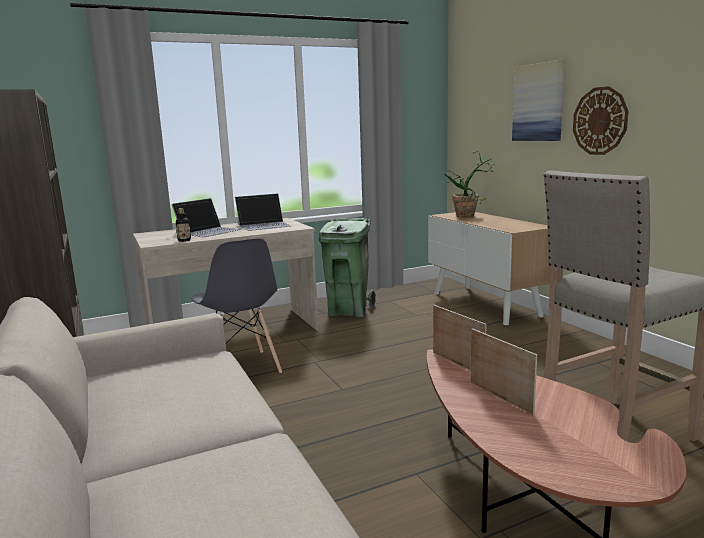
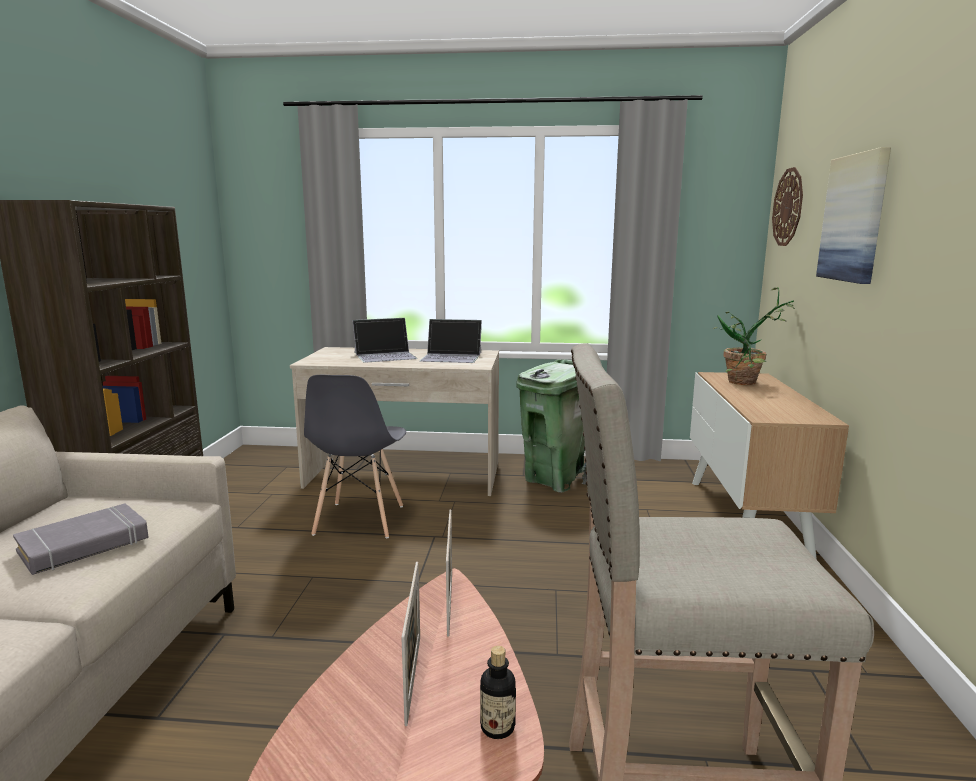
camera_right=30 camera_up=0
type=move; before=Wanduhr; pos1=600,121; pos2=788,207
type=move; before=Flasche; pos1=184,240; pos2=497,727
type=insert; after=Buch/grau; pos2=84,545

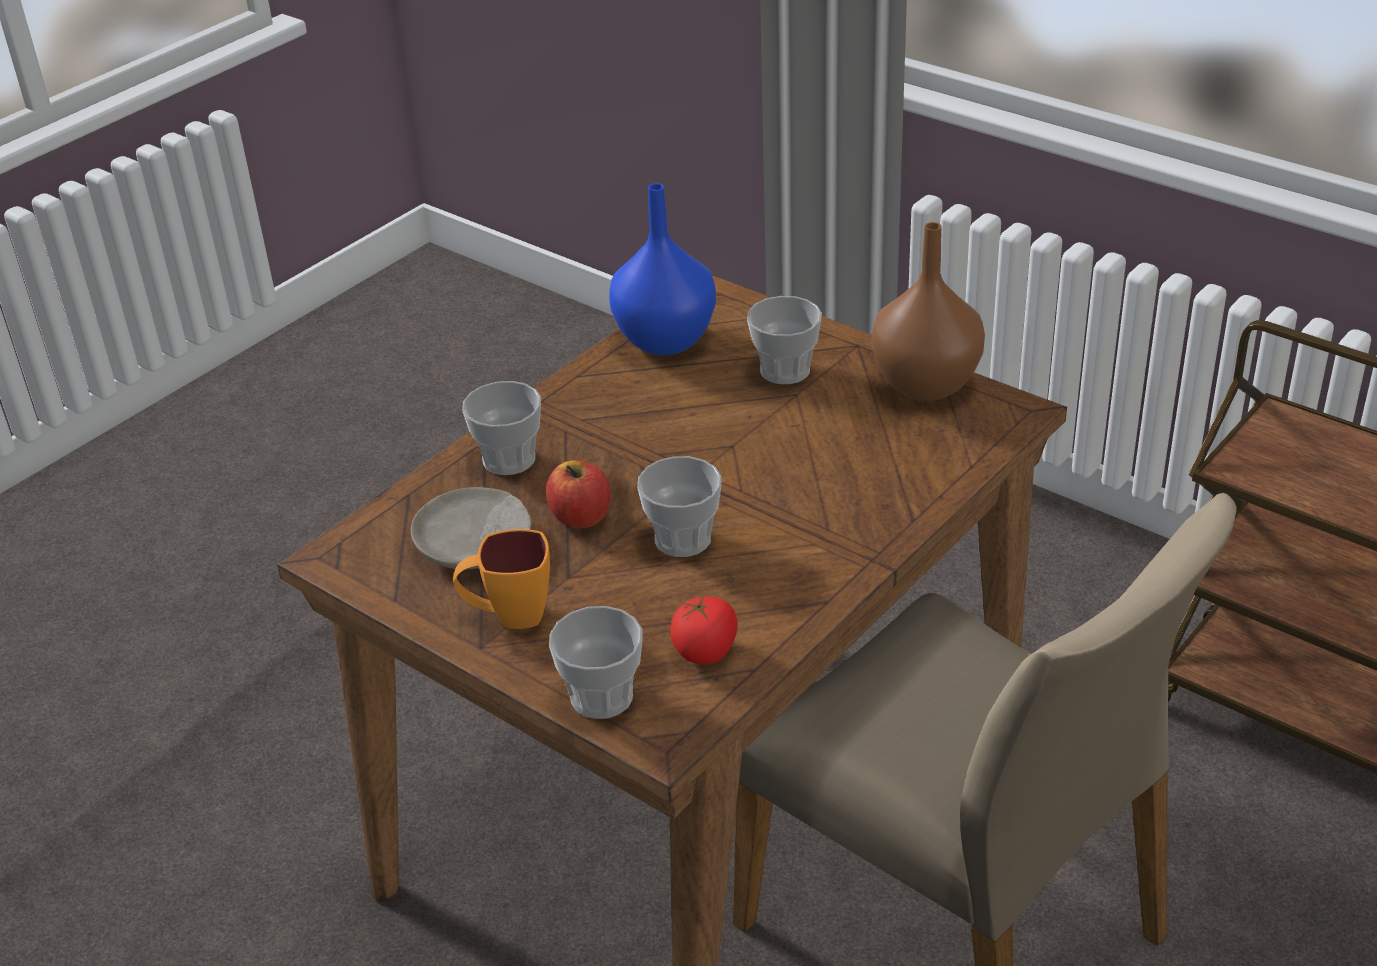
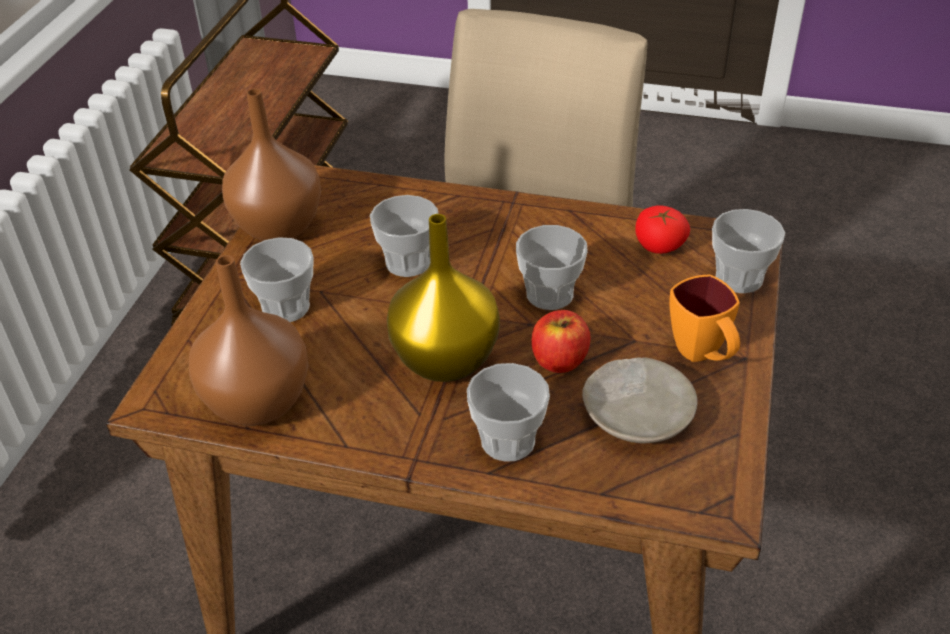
camera_right=-115 camera_up=5
type=recolor; before=Vase/blau; after=Vase/braun; pos1=665,339; pos2=255,403
type=insert; after=Tasse; pos2=408,262
type=insert; after=Vase/gelb; pos2=443,361

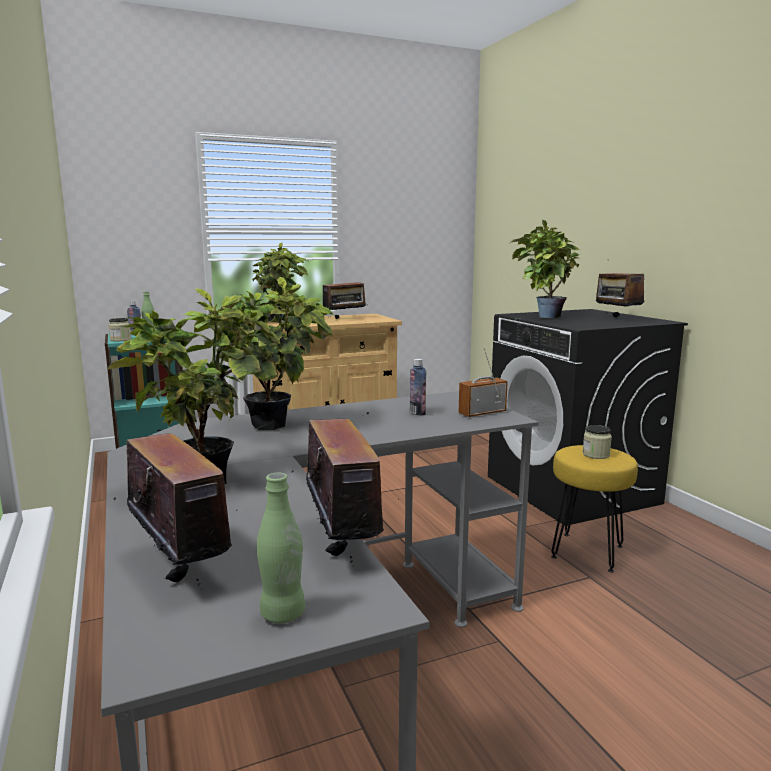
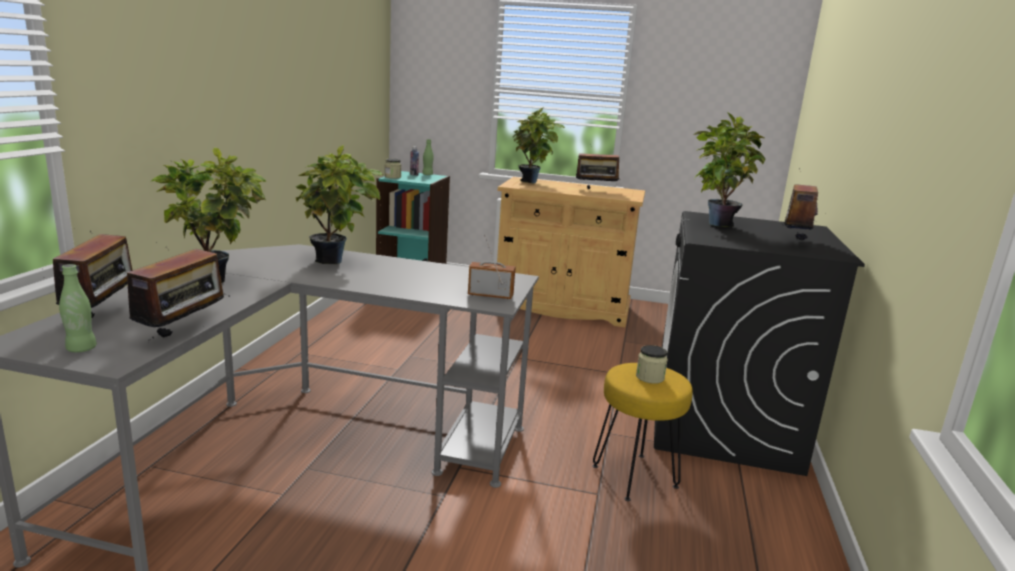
camera_right=35 camera_up=5
type=delete; before=Flasche; pos1=417,413

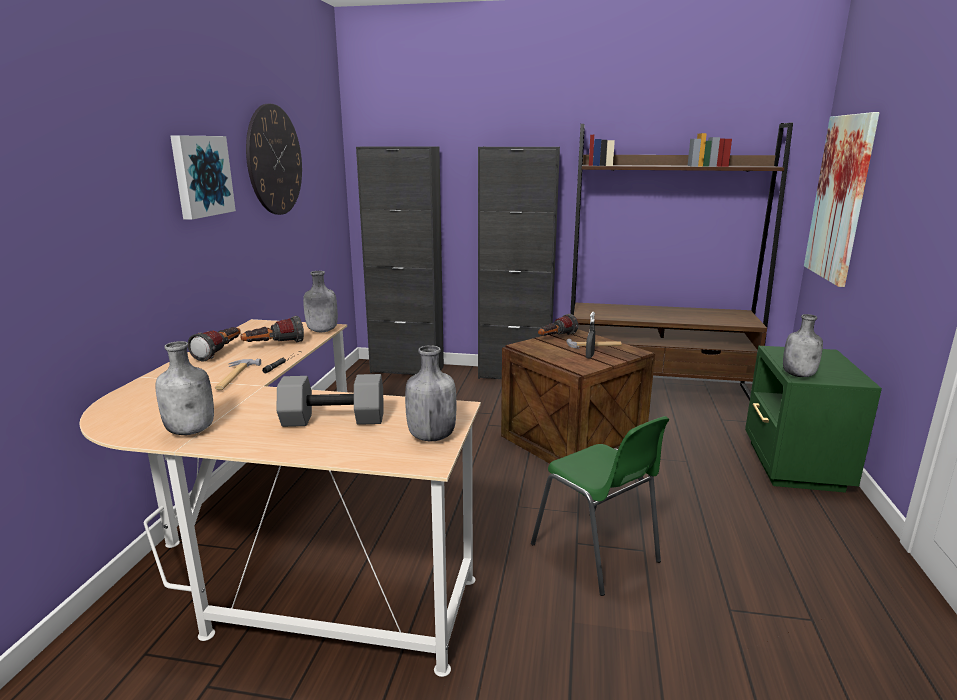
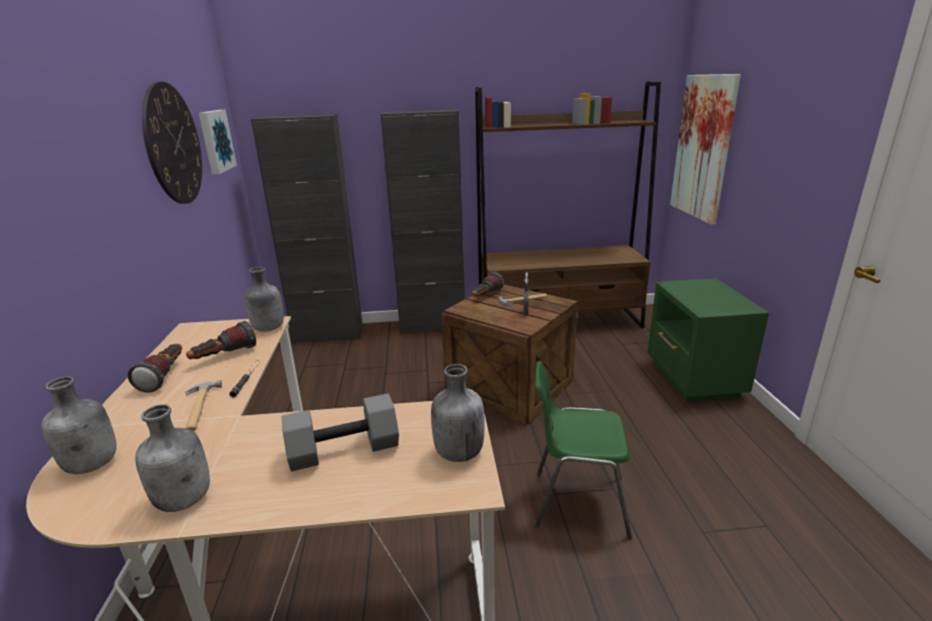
camera_right=-15 camera_up=5
type=move; before=Bild; pos1=201,176; pos2=215,141
type=move; before=Flasche/grau; pos1=799,375; pos2=94,464
type=rotate; before=Stuhl/grün; pos1=597,554; pos2=577,502; turn=150

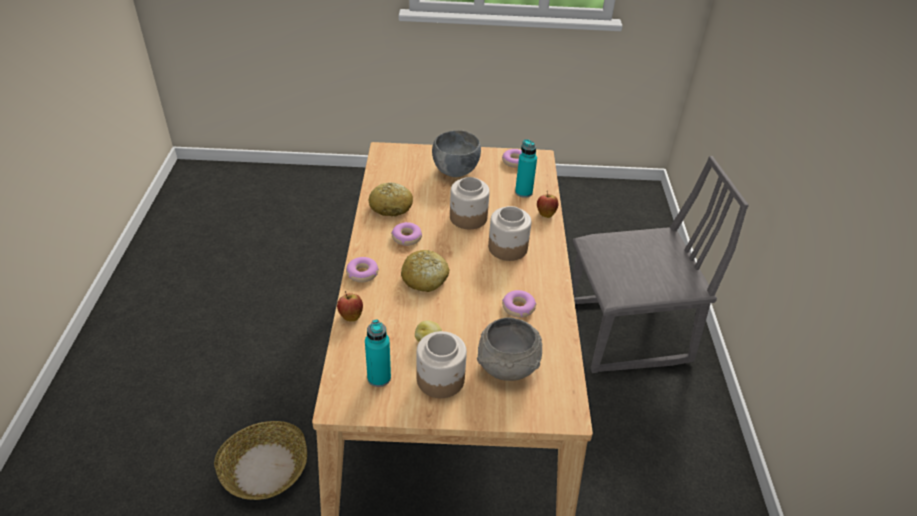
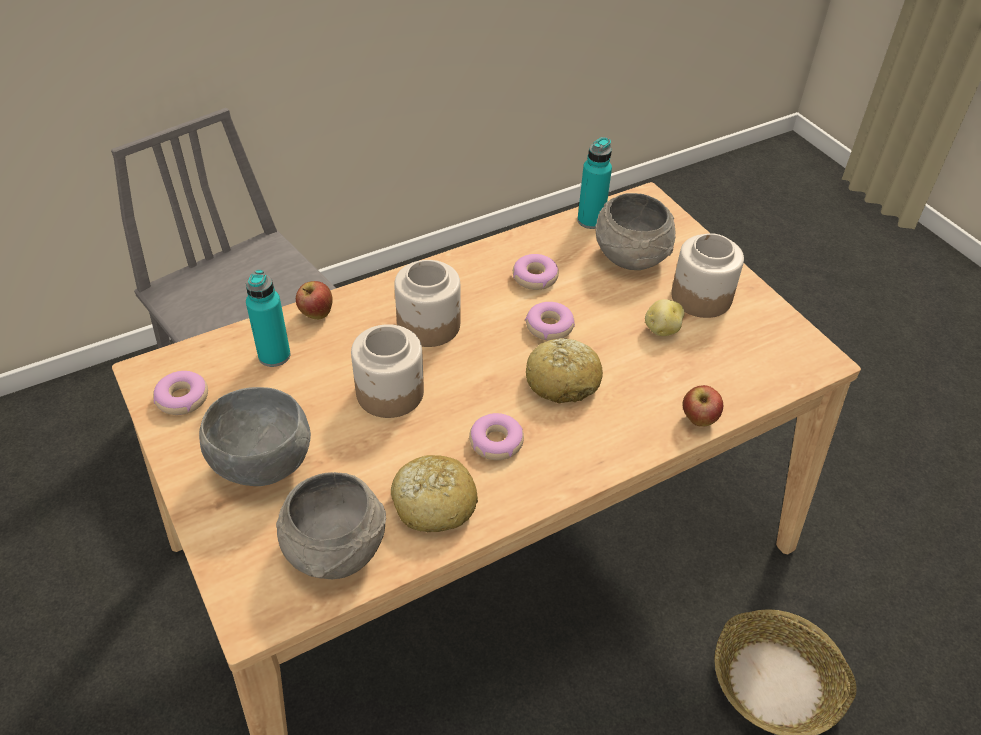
camera_right=-120 camera_up=5
type=move; before=Donut; pos1=362,273; pos2=549,326
type=move; before=Flasche/türkis; pos1=379,377; pos2=590,220
type=insert; after=Schüssel/grau; pos2=335,550

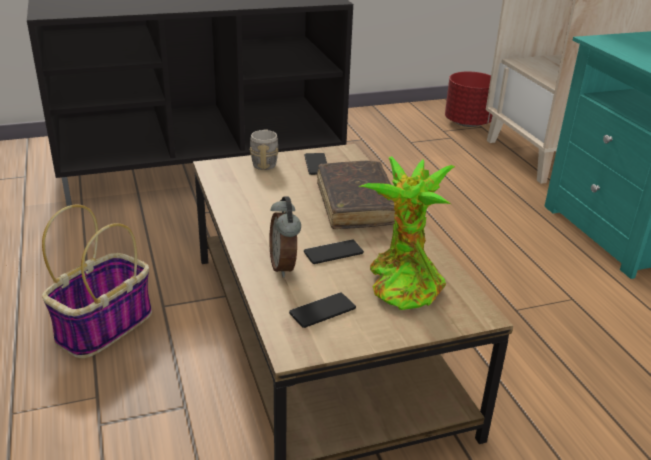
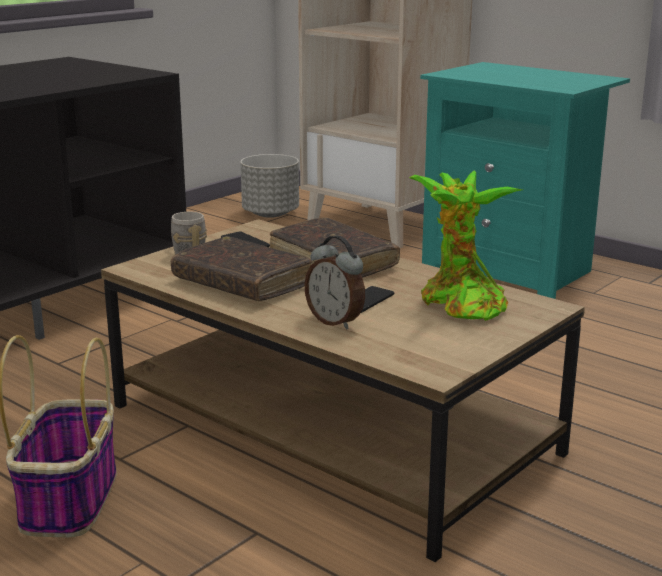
camera_right=-30 camera_up=-10
type=recolor; before=Pflanzkübel/rot; after=Pflanzkübel/grau; pos1=468,123; pos2=271,214
type=delete; before=Handy; pos1=322,311
type=insert; after=Buch/braun; pos2=242,283

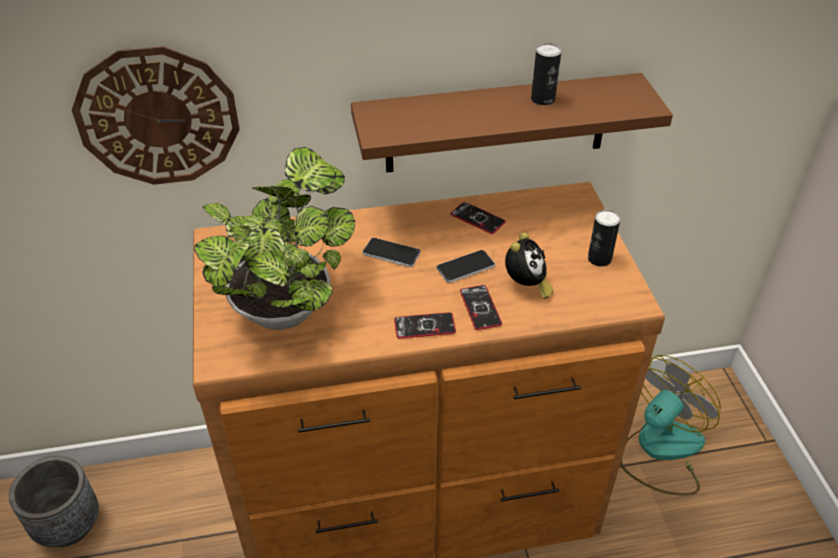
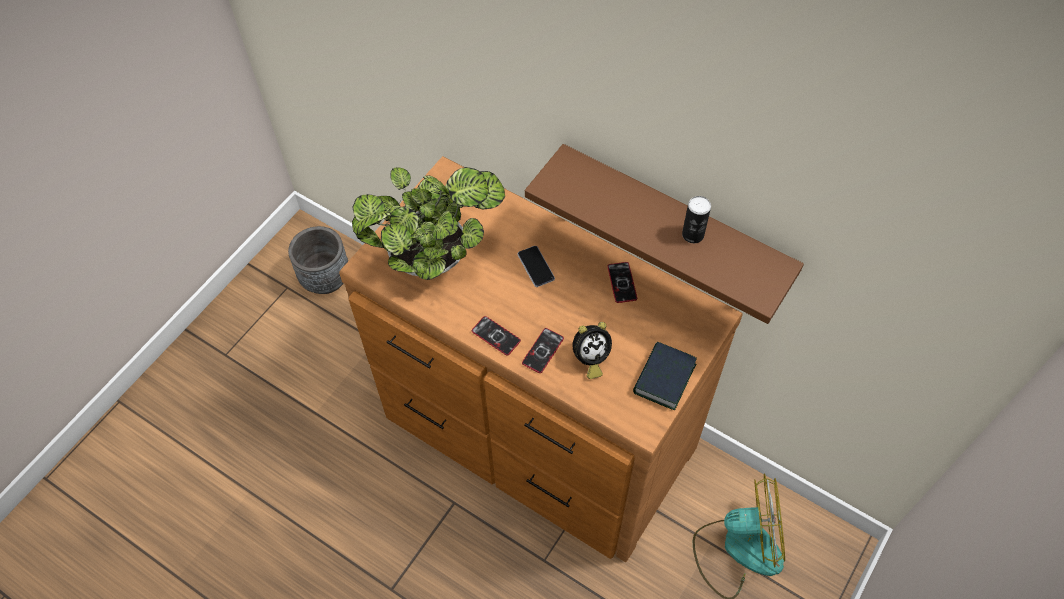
camera_right=45 camera_up=15
type=delete; before=Wanduhr; pos1=158,117
type=replace; before=Dose; after=Buch; pos1=599,259; pos2=664,379
type=delete; before=Handy; pos1=465,267

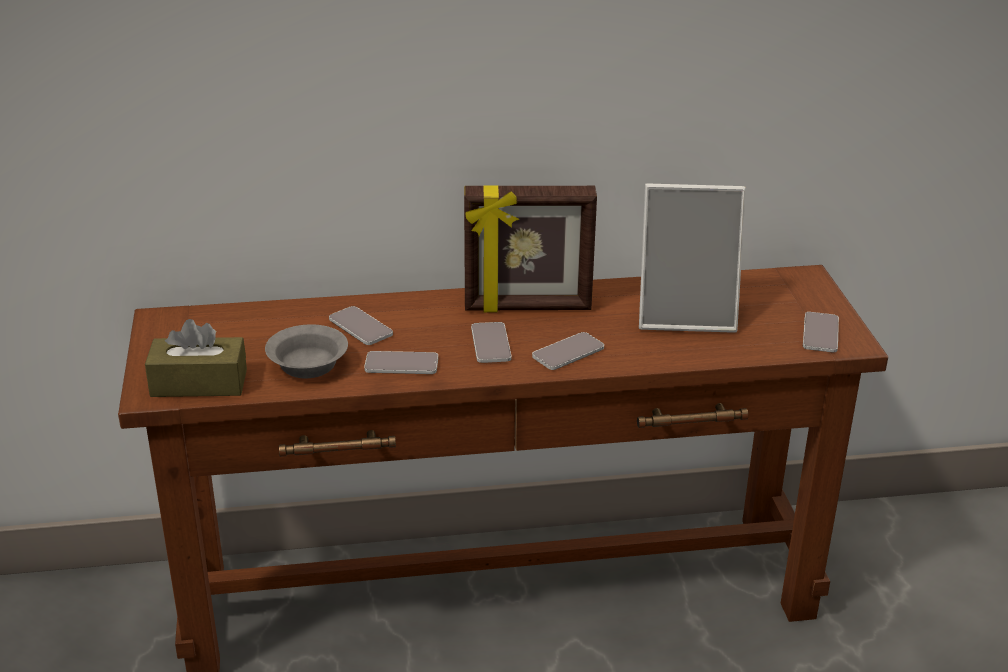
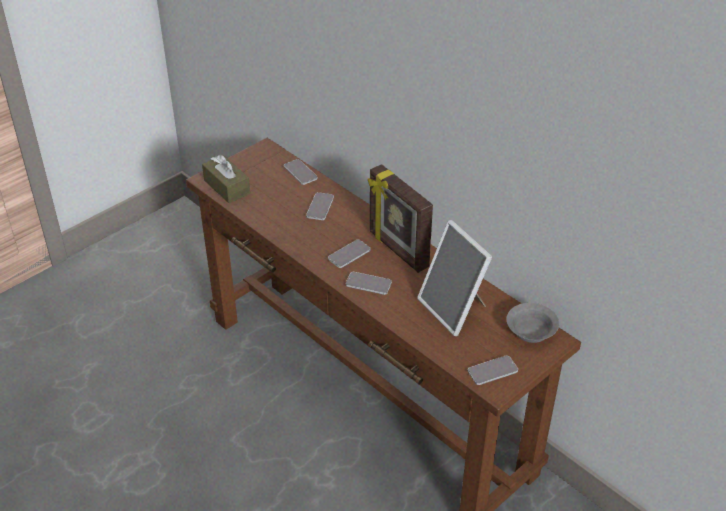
camera_right=55 camera_up=10
type=move; before=Schüssel/grau; pos1=306,365; pos2=531,330
type=move; before=Handy; pos1=401,364; pos2=300,172

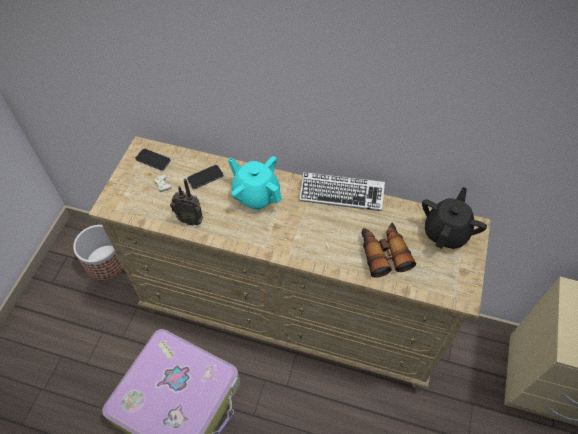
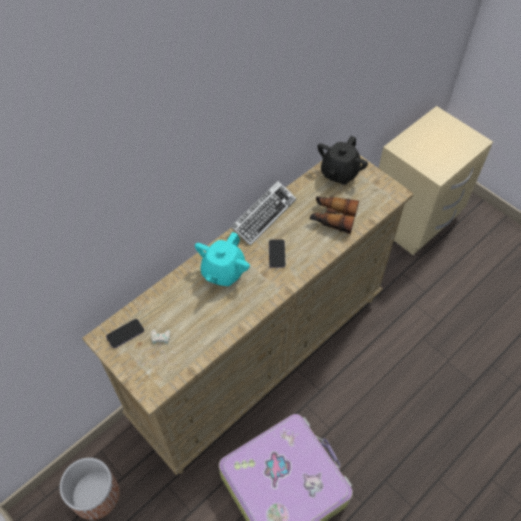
camera_right=-60 camera_up=0
type=rotate; before=Teekanne/türkis; pos1=256,195; pos2=223,272; turn=-45
type=move; before=Handy; pos1=205,177; pos2=276,254
type=delete; before=Radio; pos1=190,219
type=rotate; before=Teekanne/schwarz; pos1=446,232; pos2=339,173; turn=-120

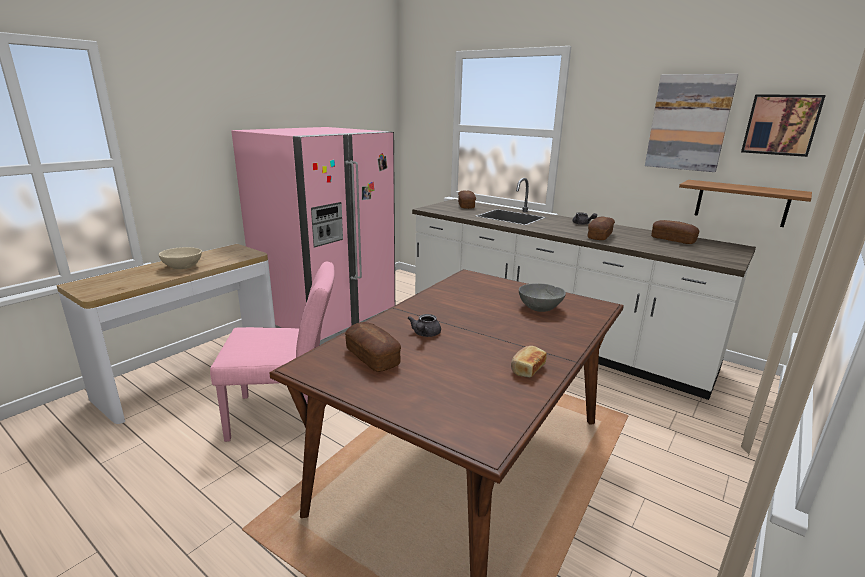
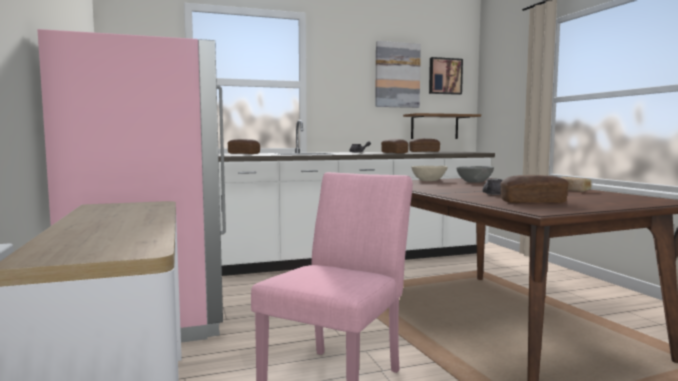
camera_right=-55 camera_up=-15
type=move; before=Schüssel/beige; pos1=183,267; pos2=429,181

